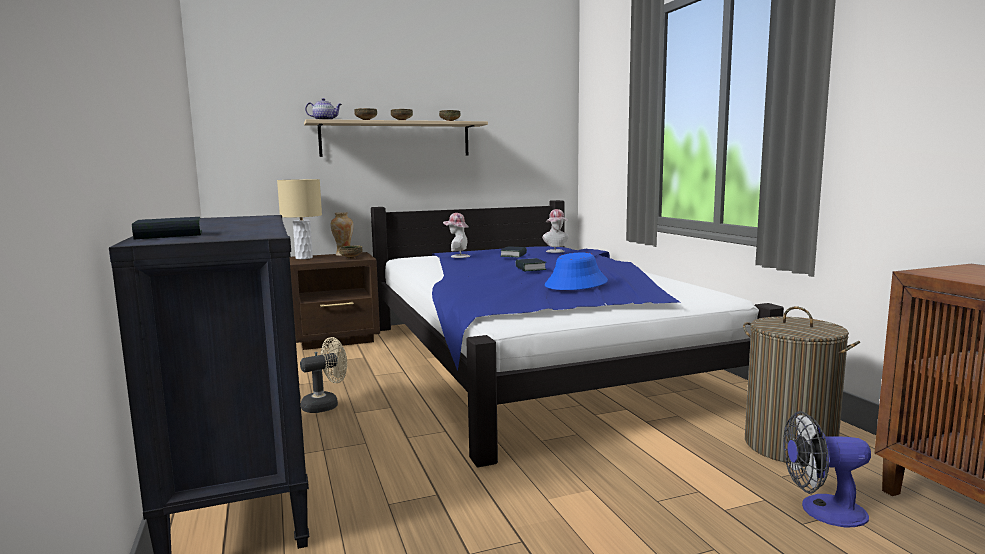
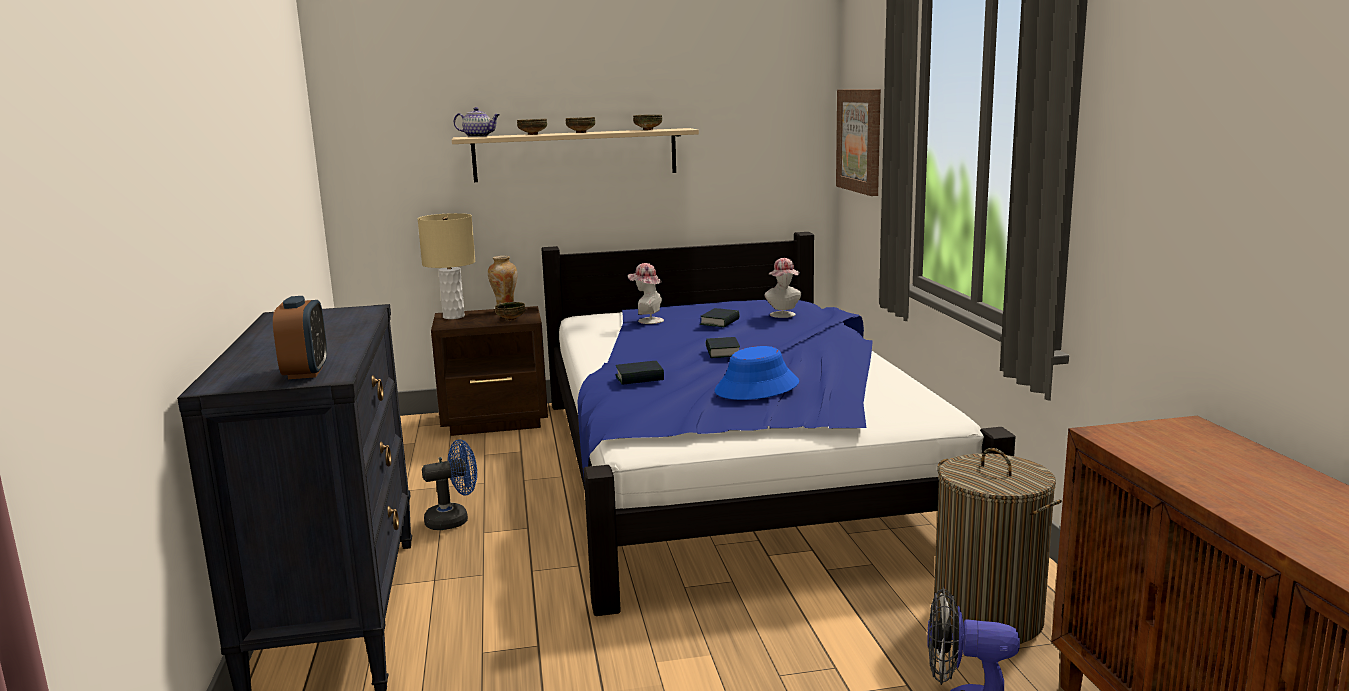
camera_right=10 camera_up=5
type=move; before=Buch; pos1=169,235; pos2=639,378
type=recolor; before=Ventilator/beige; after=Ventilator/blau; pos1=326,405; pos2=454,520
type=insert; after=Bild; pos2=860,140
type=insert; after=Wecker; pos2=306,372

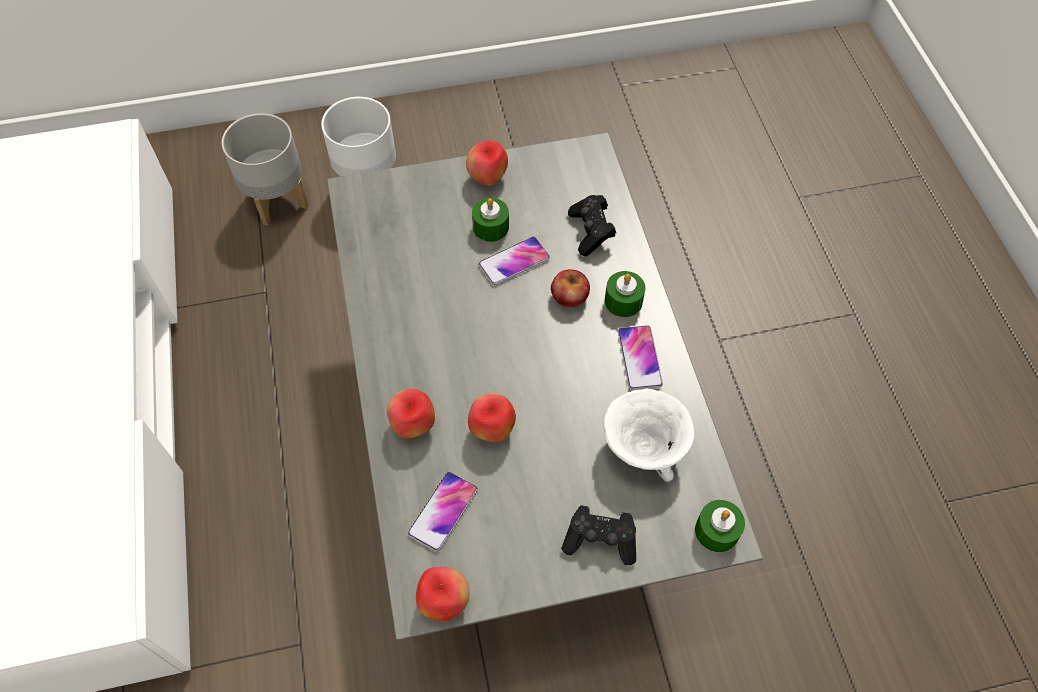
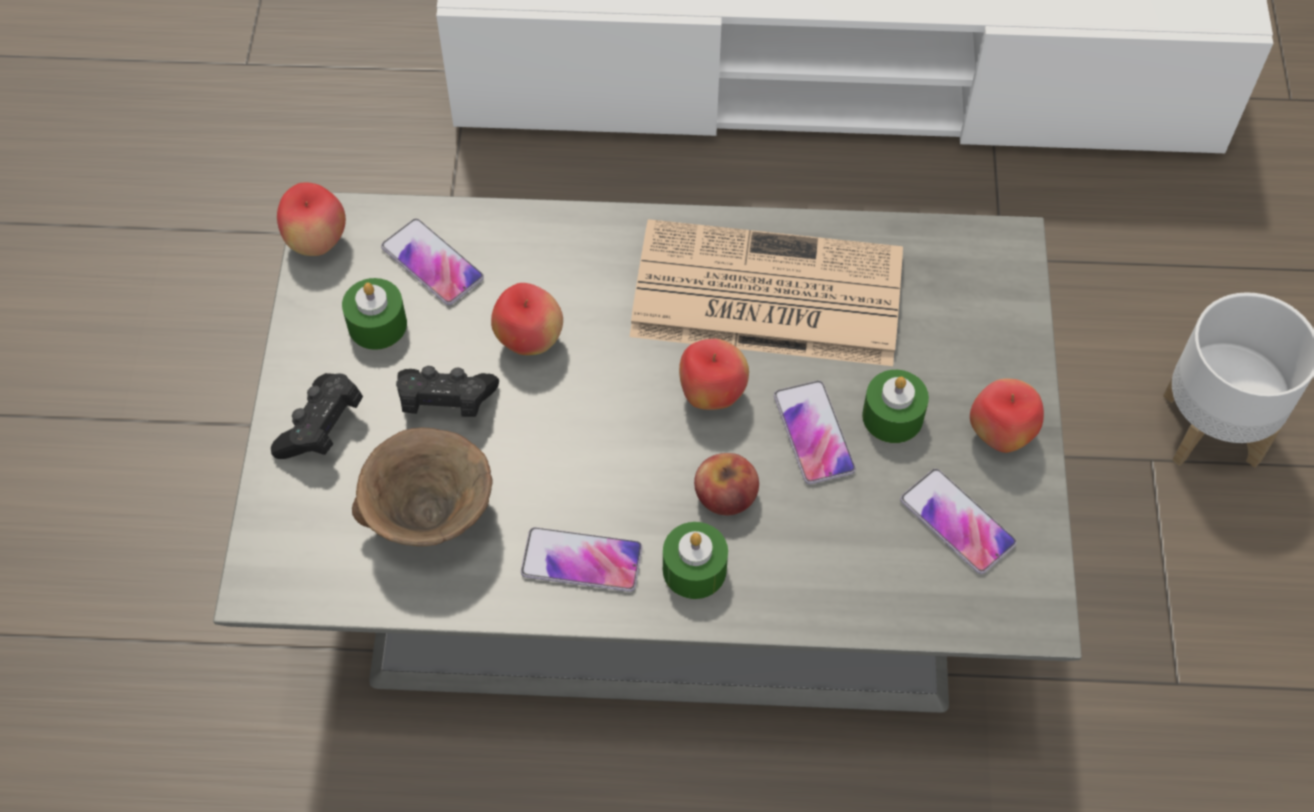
camera_right=105 camera_up=0
type=delete; before=Pflanzkübel/grau; pos1=276,201
type=move; before=Gamepad/schwarz; pos1=591,232; pos2=445,402
type=move; before=Apfel; pos1=413,425; pos2=711,395
type=recolor; before=Schüssel/weiß; after=Schüssel/braun; pos1=644,449; pos2=429,521
type=move; before=Kerze/grün; pos1=716,531; pos2=377,324
type=insert; after=Zeitung; pos2=763,296
type=insert; after=Handy; pos2=957,522

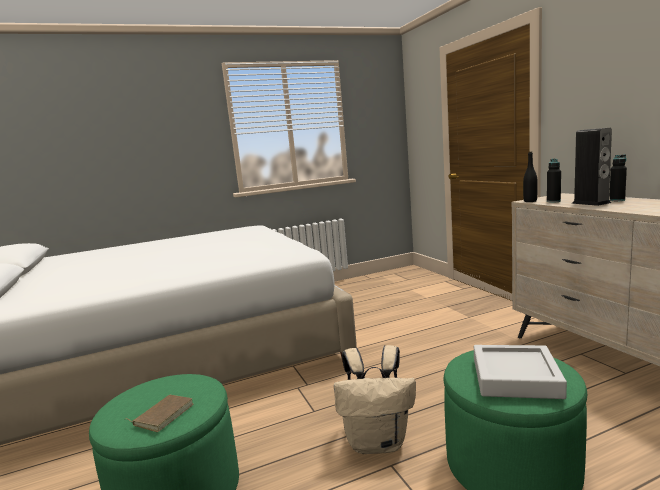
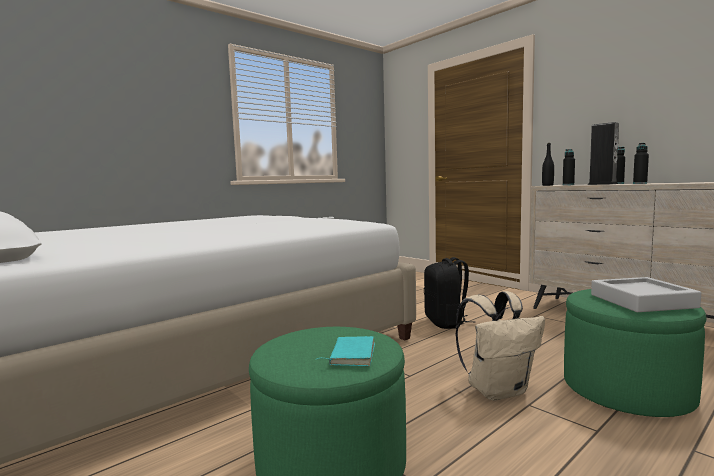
camera_right=-20 camera_up=-5
type=recolor; before=Buch/braun; after=Buch/türkis; pos1=163,415; pos2=351,354
type=insert; after=Flasche/schwarz; pos2=640,183
type=insert; after=Rucksack/schwarz; pos2=446,323

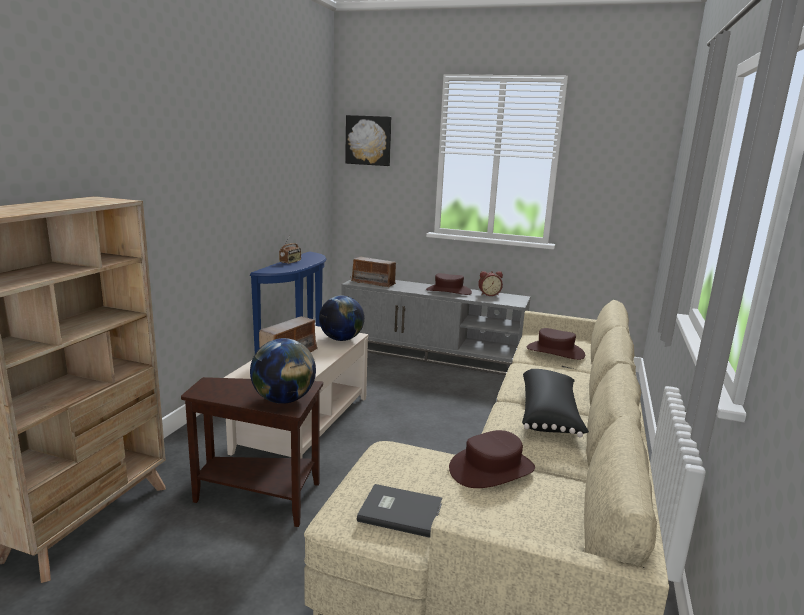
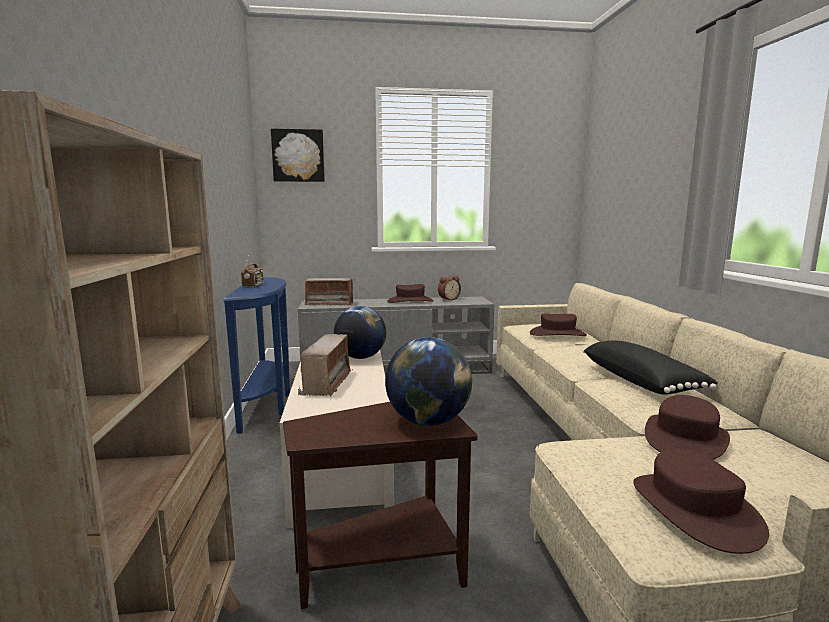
camera_right=-25 camera_up=-5
type=replace; before=Buch/grau; after=Hut/braun; pos1=399,511; pos2=693,509

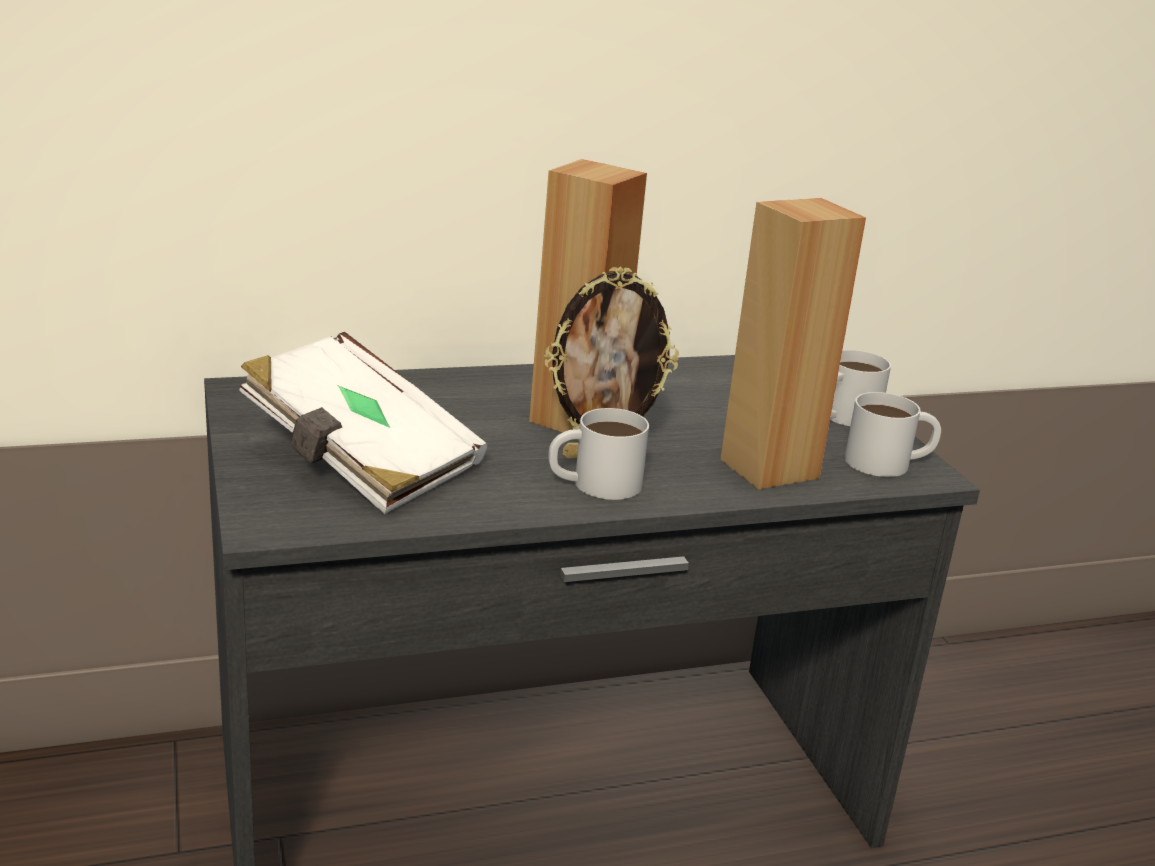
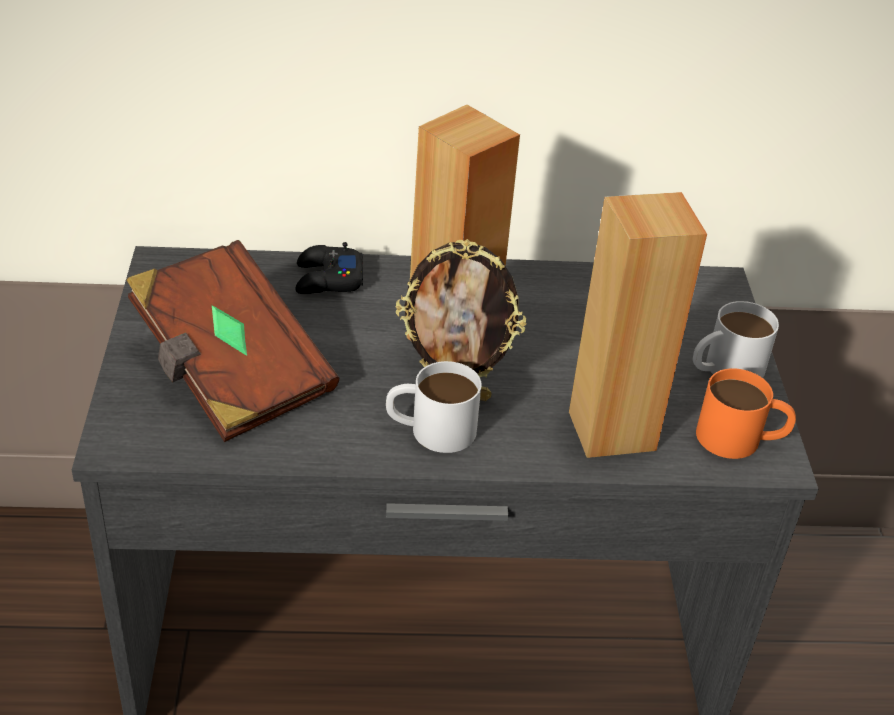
camera_right=15 camera_up=15
type=recolor; before=Buch/weiß; after=Buch/braun; pos1=360,460; pos2=230,371
type=recolor; before=Henkelbecher/weiß; after=Henkelbecher/orange; pos1=889,462; pos2=741,438
type=insert; after=Gamepad/schwarz; pos2=328,279

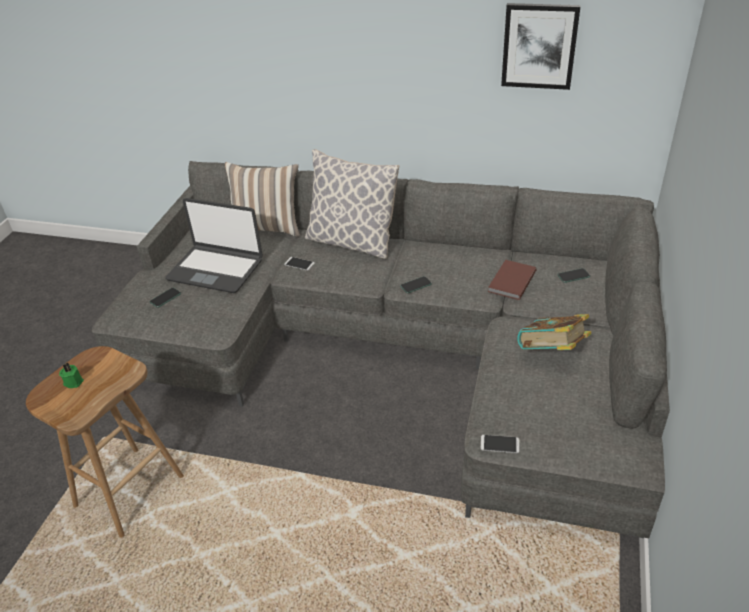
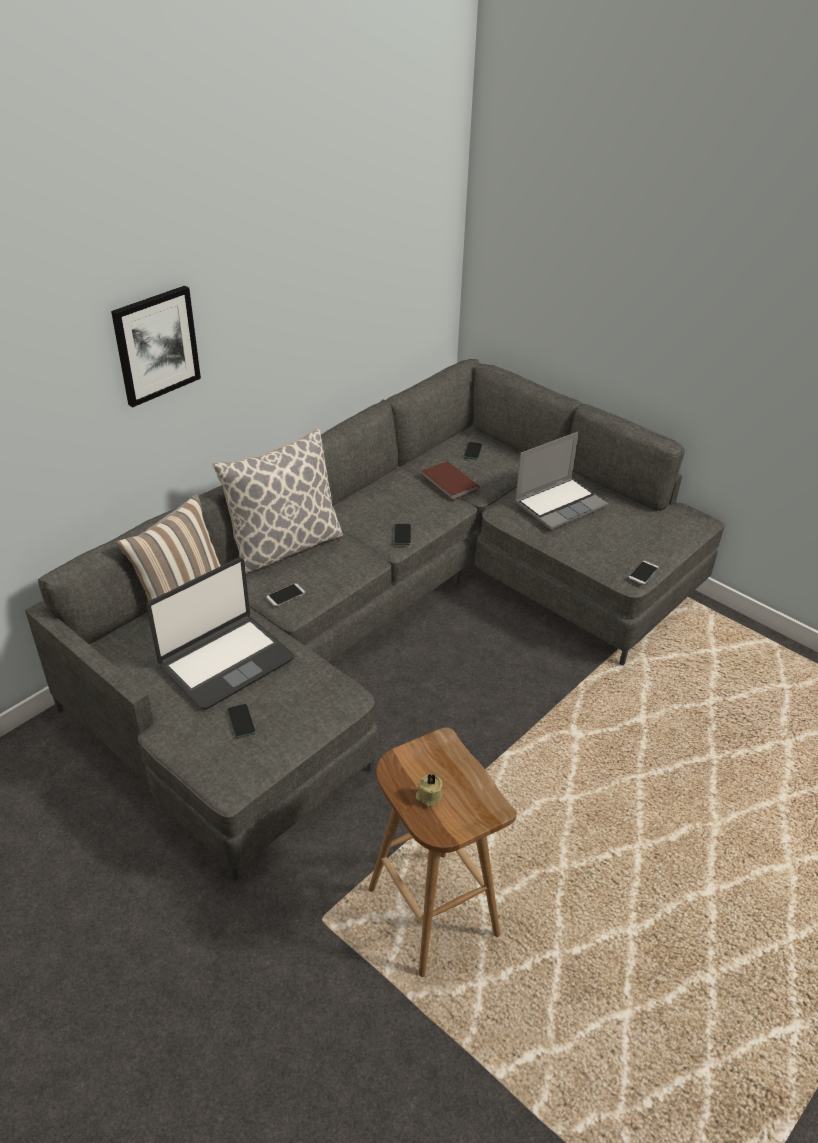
camera_right=-65 camera_up=0
type=move; before=Bild; pos1=539,46; pos2=156,345
type=replace; before=Buch; after=Laptop; pos1=551,353; pos2=560,504
type=recolor; before=Kerze/grün; after=Kerze/beige; pos1=73,381; pos2=428,796

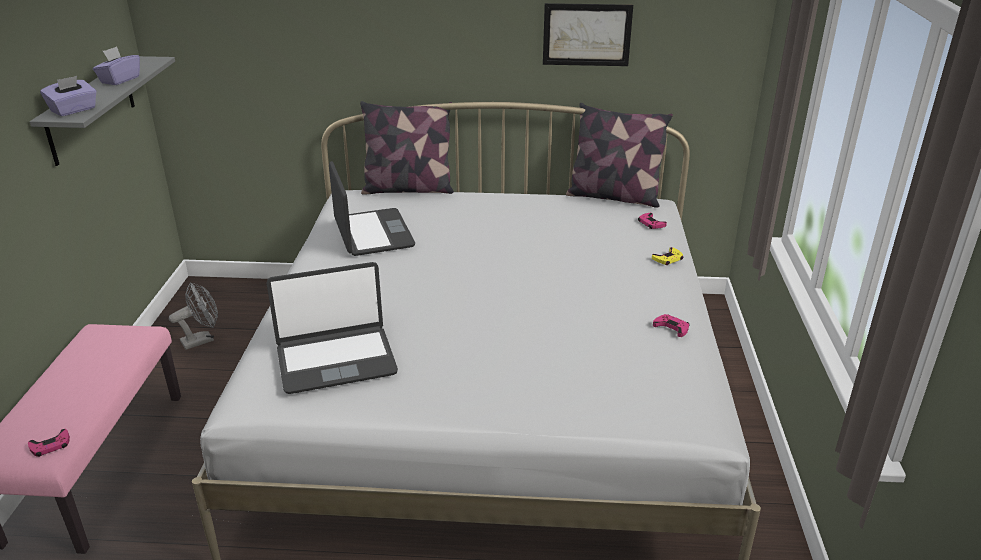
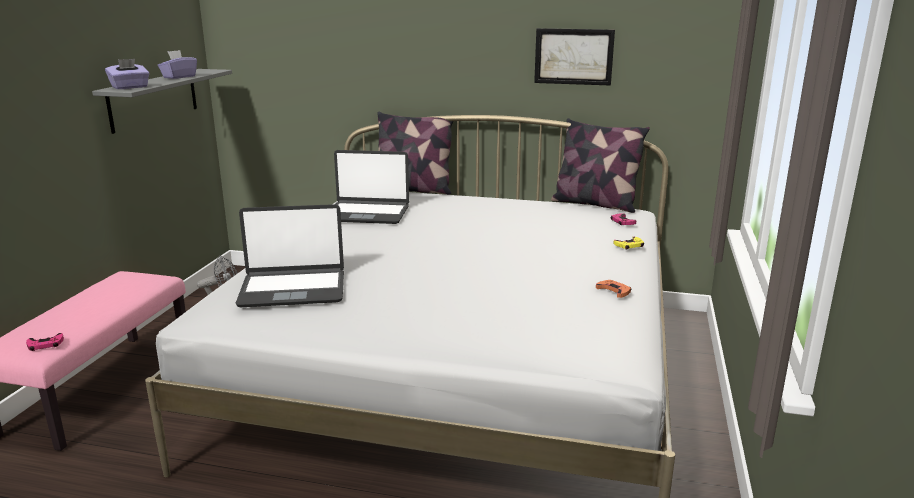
camera_right=10 camera_up=-10
type=rotate; before=Laptop; pos1=372,234; pos2=367,214; turn=105
type=recolor; before=Gamepad/rosa; after=Gamepad/orange; pos1=671,327; pos2=614,291

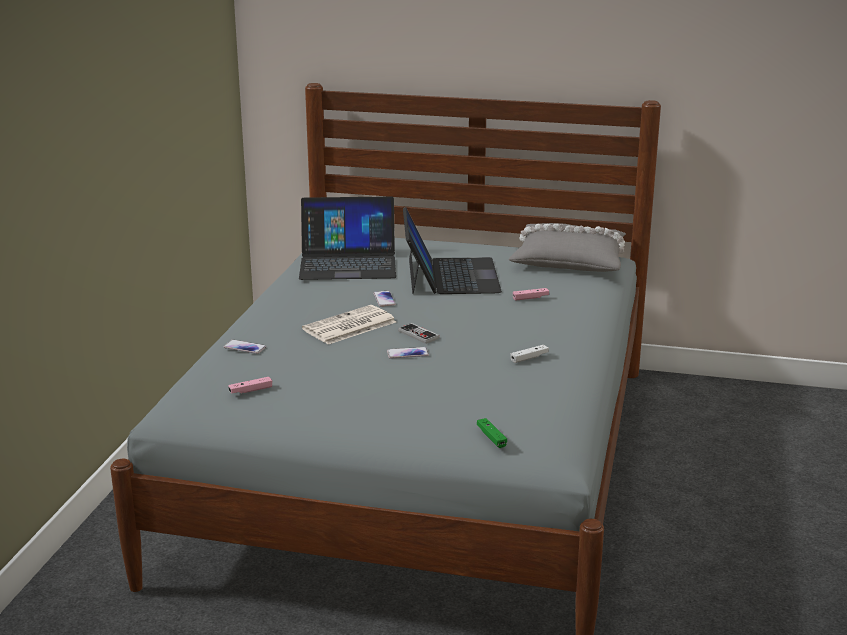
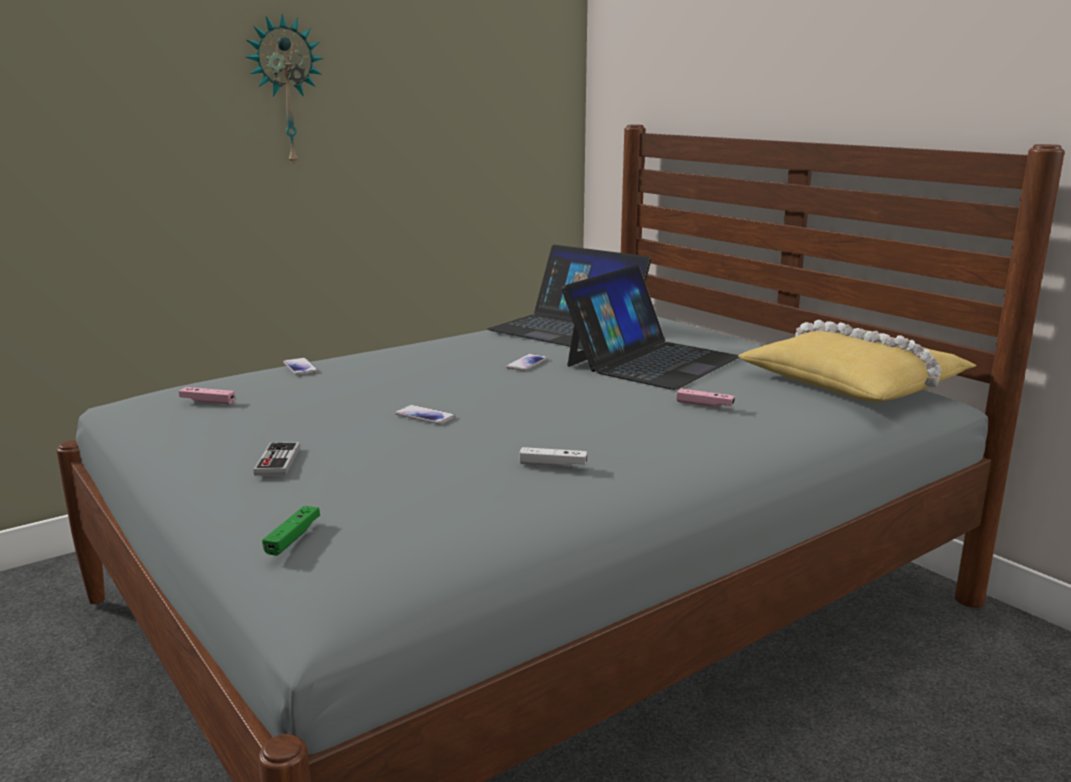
camera_right=40 camera_up=-5
type=recolor; before=Kissen/grau; after=Kissen/gelb; pos1=569,259; pos2=854,382
type=delete; before=Zeitung; pos1=349,326
type=move; before=Gamepad; pos1=418,335; pos2=277,461
type=insert; after=Wanduhr; pos2=285,92

